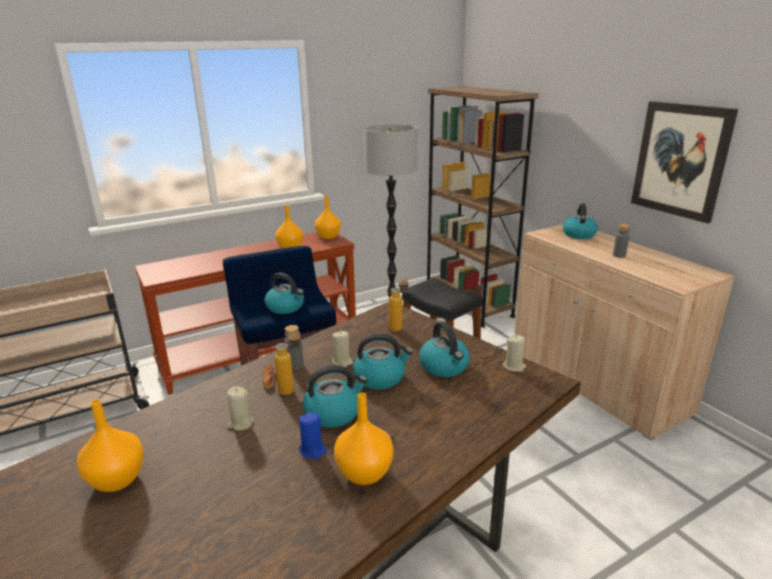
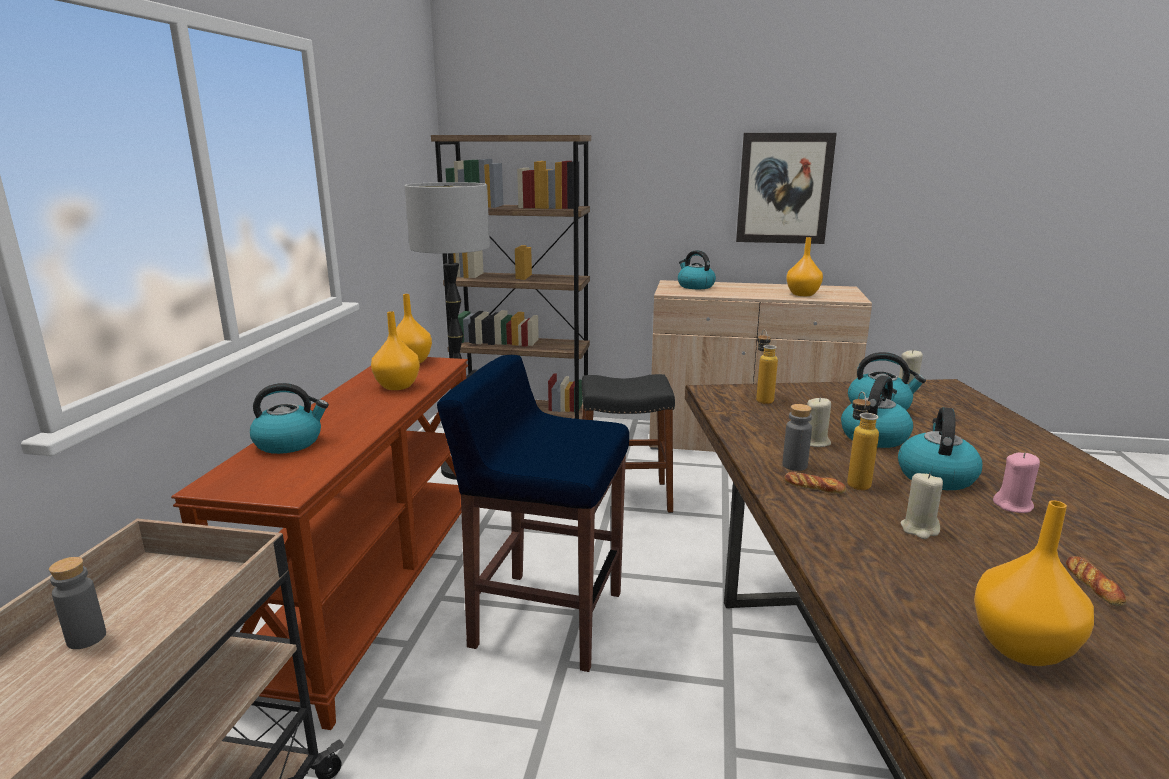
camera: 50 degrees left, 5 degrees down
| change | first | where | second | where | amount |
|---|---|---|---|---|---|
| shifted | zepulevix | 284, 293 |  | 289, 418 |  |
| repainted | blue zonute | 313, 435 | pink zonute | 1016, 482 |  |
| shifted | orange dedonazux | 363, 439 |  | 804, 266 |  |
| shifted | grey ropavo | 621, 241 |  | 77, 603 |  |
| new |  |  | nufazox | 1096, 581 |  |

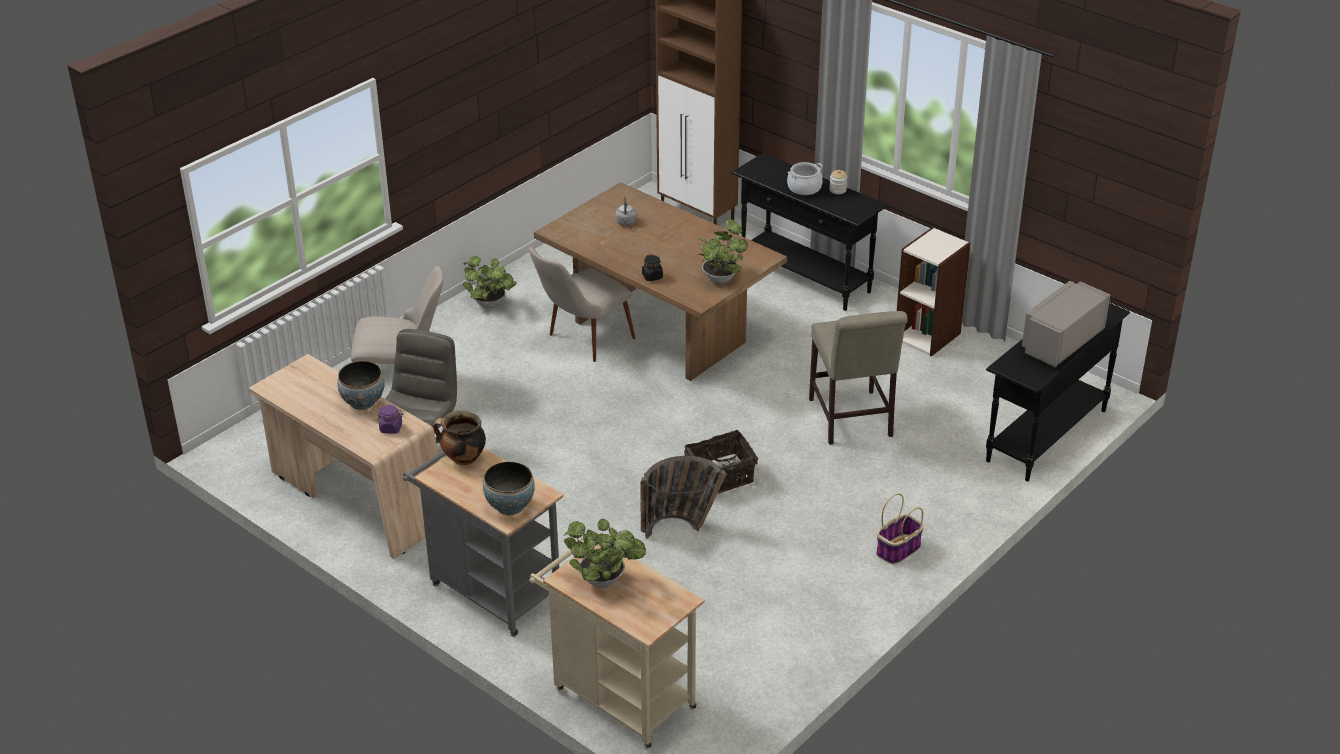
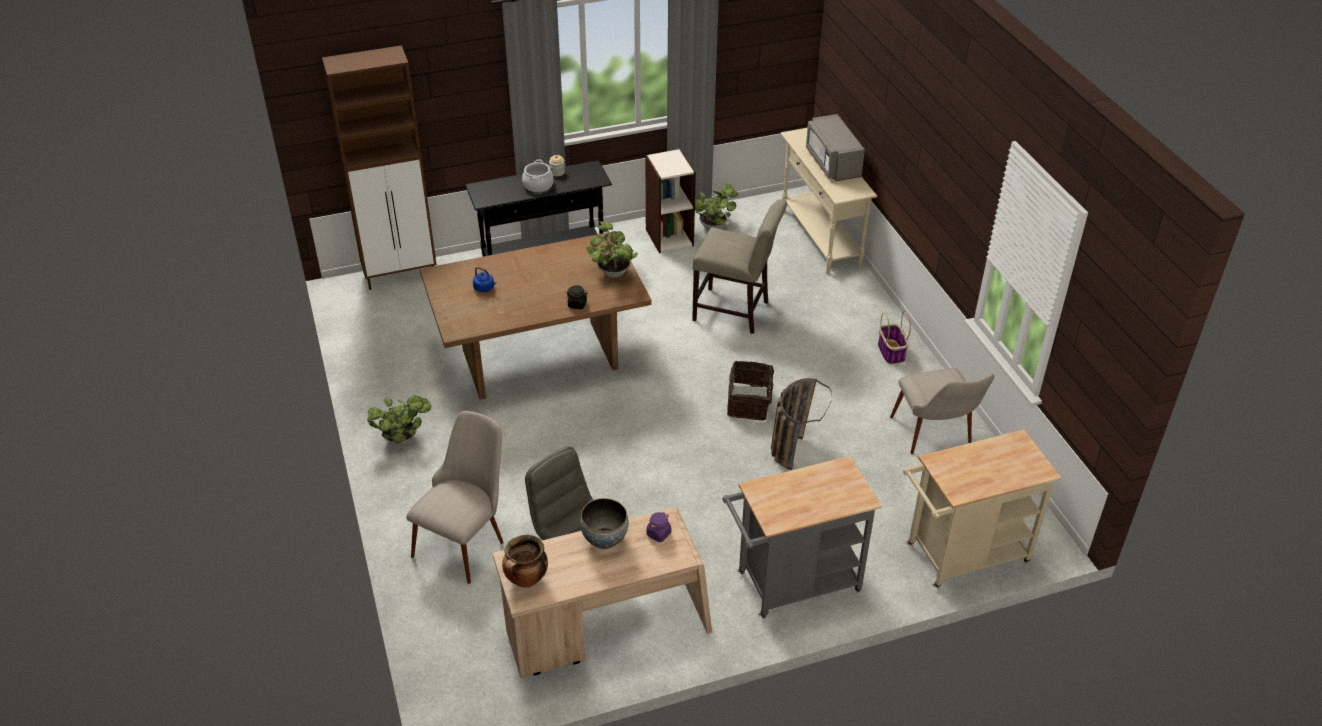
camera: 60 degrees left, 5 degrees up
| change | first | where | second | where | amount |
|---|---|---|---|---|---|
| shifted | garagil | 459, 438 |  | 525, 561 |  |
| gone | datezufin | 509, 488 |  |  |  |
| shifted | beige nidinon | 582, 304 |  | 942, 411 |  |
| shifted | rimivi | 604, 553 |  | 716, 207 |  |
| repainted | grey zepulevix | 626, 211 | blue zepulevix | 484, 279 |  |
| repainted | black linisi | 1058, 392 | beige linisi | 829, 201 |  |

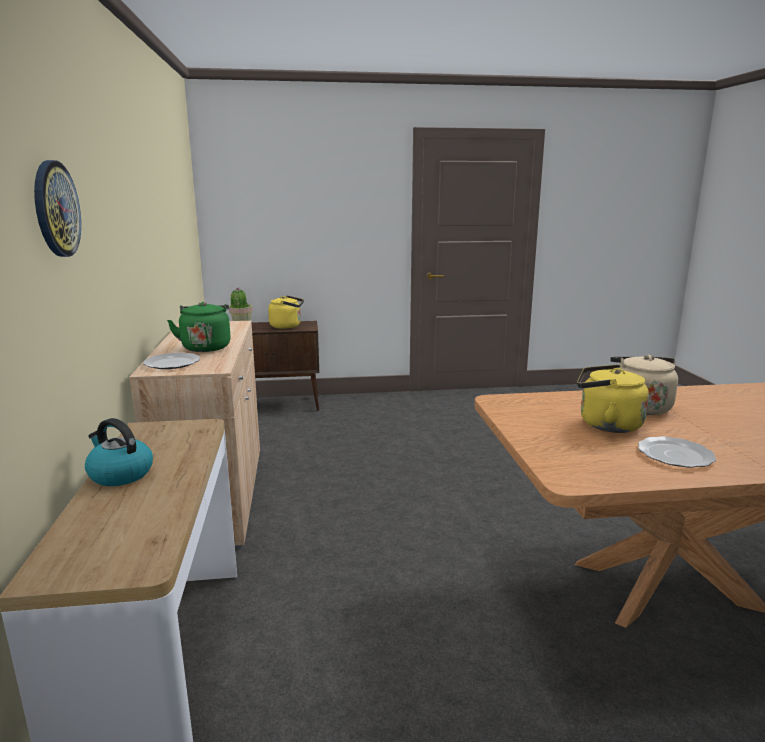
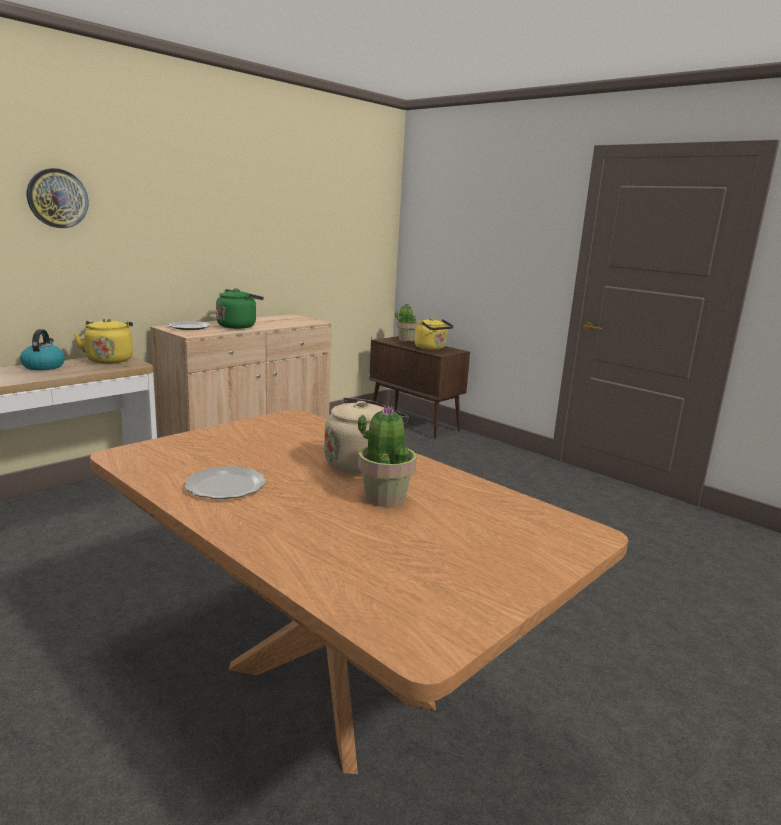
camera: 50 degrees right, 0 degrees up
| change | first | where | second | where | amount |
|---|---|---|---|---|---|
| shifted | yellow zepulevix | 613, 399 |  | 103, 341 |  |
| new |  |  | rimivi | 387, 456 |  |

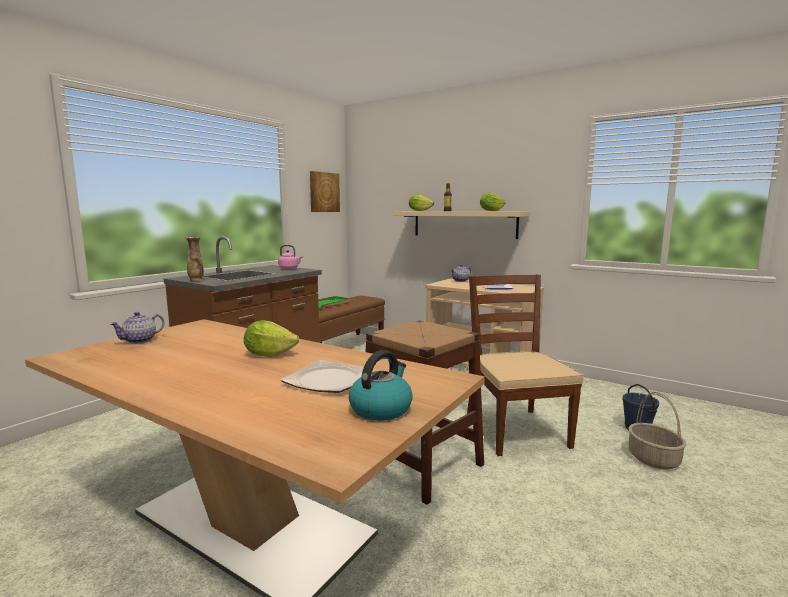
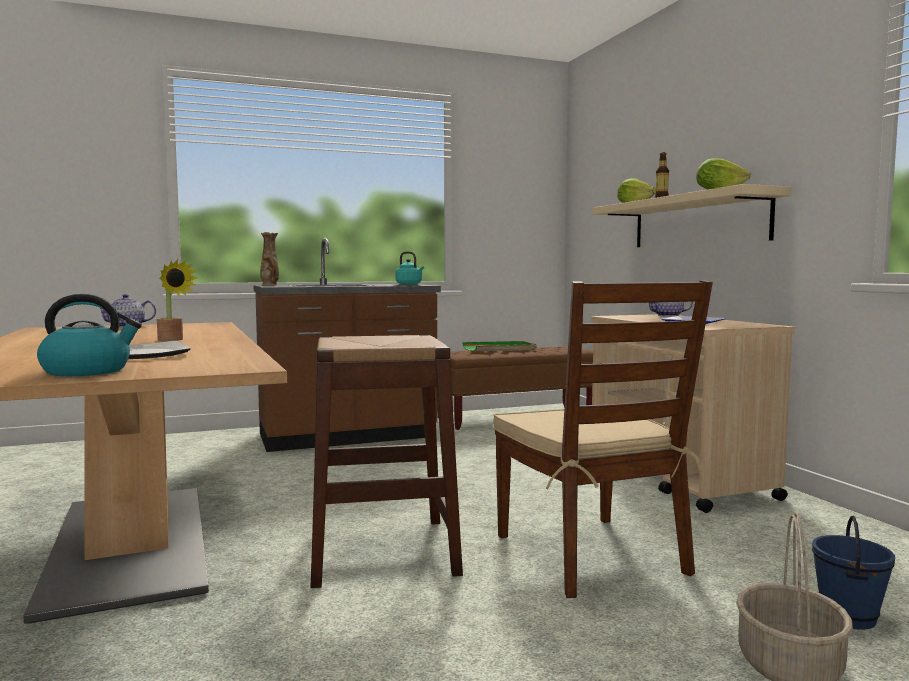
camera: 35 degrees right, 5 degrees down
| change | first | where | second | where | amount |
|---|---|---|---|---|---|
| swapped | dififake | 271, 338 | rimivi | 177, 300 |  |
| repainted | pink zepulevix | 290, 257 | turquoise zepulevix | 410, 268 |  |
| gone | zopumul | 325, 191 |  |  |  |
| rotated | brown nidinon | 523, 365 |  | 603, 439 | 135 degrees clockwise |

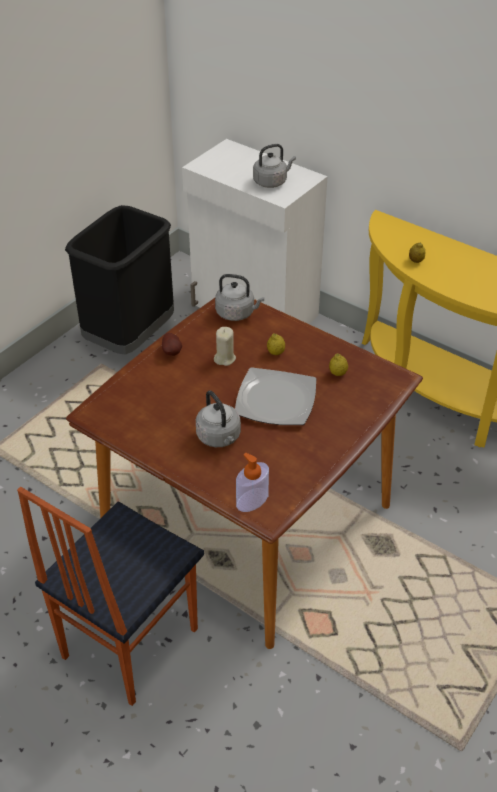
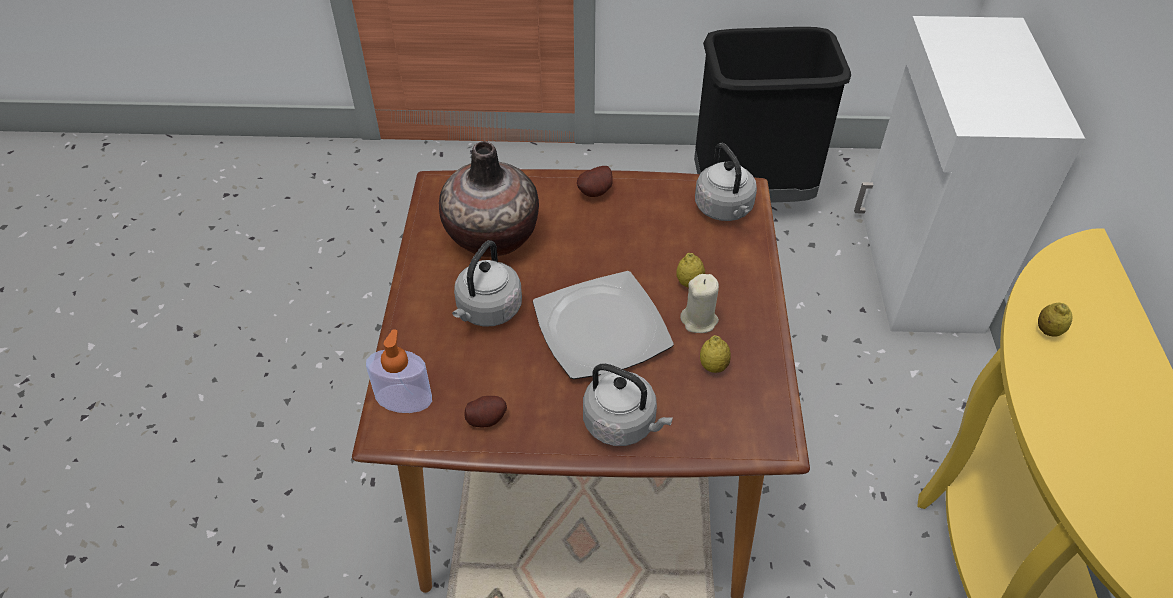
camera: 55 degrees right, 5 degrees up
| change | first | where | second | where | amount |
|---|---|---|---|---|---|
| gone | nidinon | 110, 596 |  |  |  |
| shifted | beige zonute | 225, 346 |  | 699, 303 |  |
| shifted | grey zepulevix | 274, 166 |  | 628, 404 |  |
| new |  |  | dedonazux | 489, 199 |  |
| new |  |  | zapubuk | 486, 412 |  |

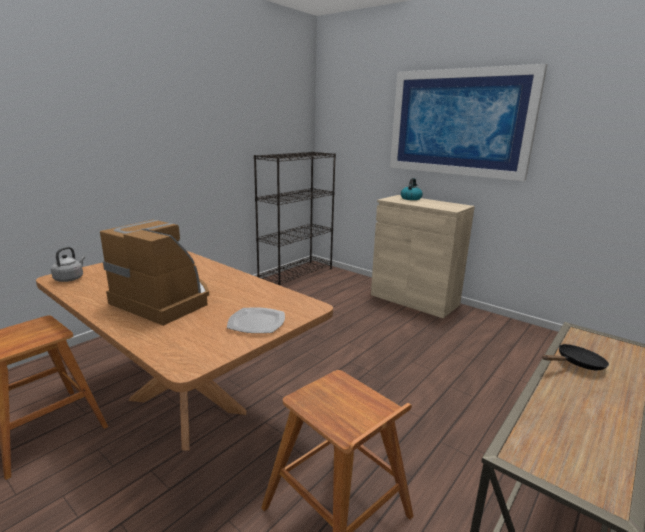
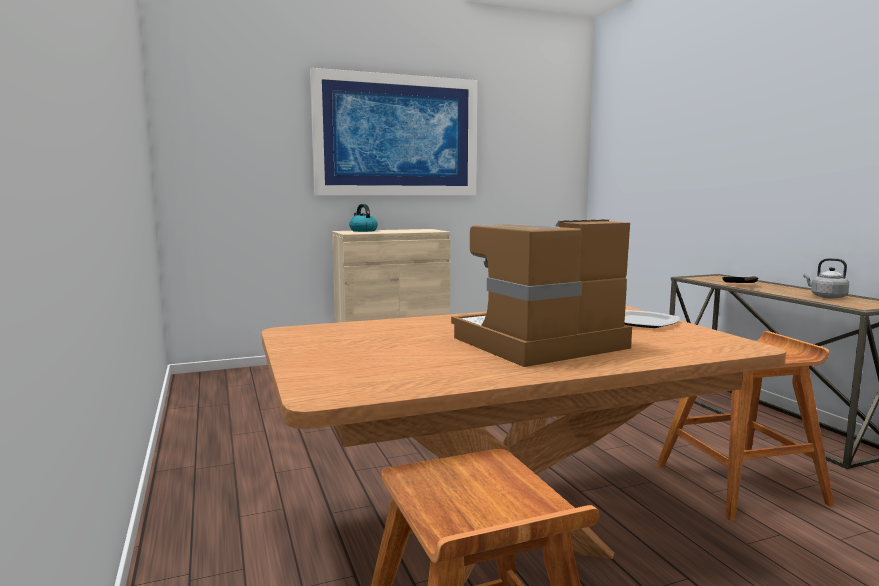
camera: 60 degrees left, 10 degrees down
| change | first | where | second | where | amount |
|---|---|---|---|---|---|
| shifted | grey zepulevix | 68, 264 |  | 826, 278 |  |
| gone | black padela | 295, 218 |  |  |  |

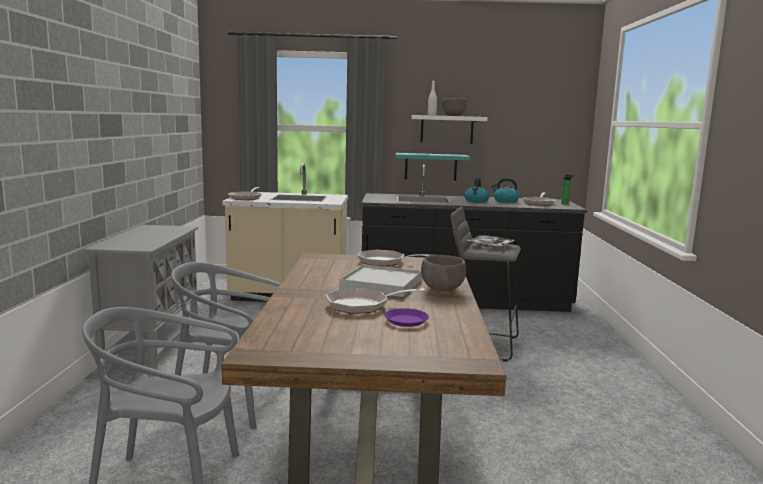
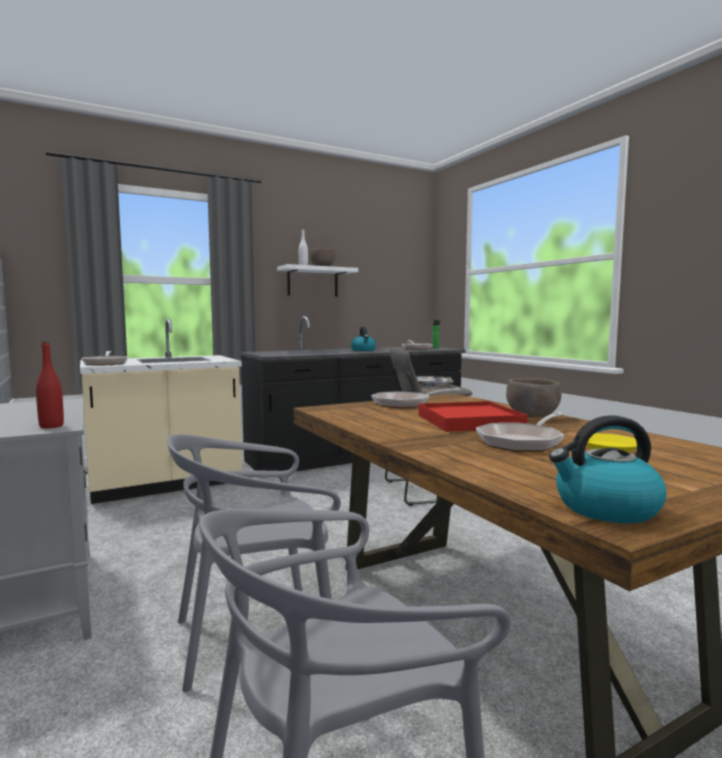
camera: 30 degrees left, 5 degrees down
| change | first | where | second | where | amount |
|---|---|---|---|---|---|
| repainted | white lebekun | 381, 280 | red lebekun | 473, 416 |  |
| repainted | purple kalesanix | 406, 317 | yellow kalesanix | 611, 442 |  |
| gone | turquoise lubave | 433, 167 |  |  |  |
| shifted | zepulevix | 505, 190 |  | 608, 469 |  |
| new |  |  | red ropavo | 50, 385 |  |

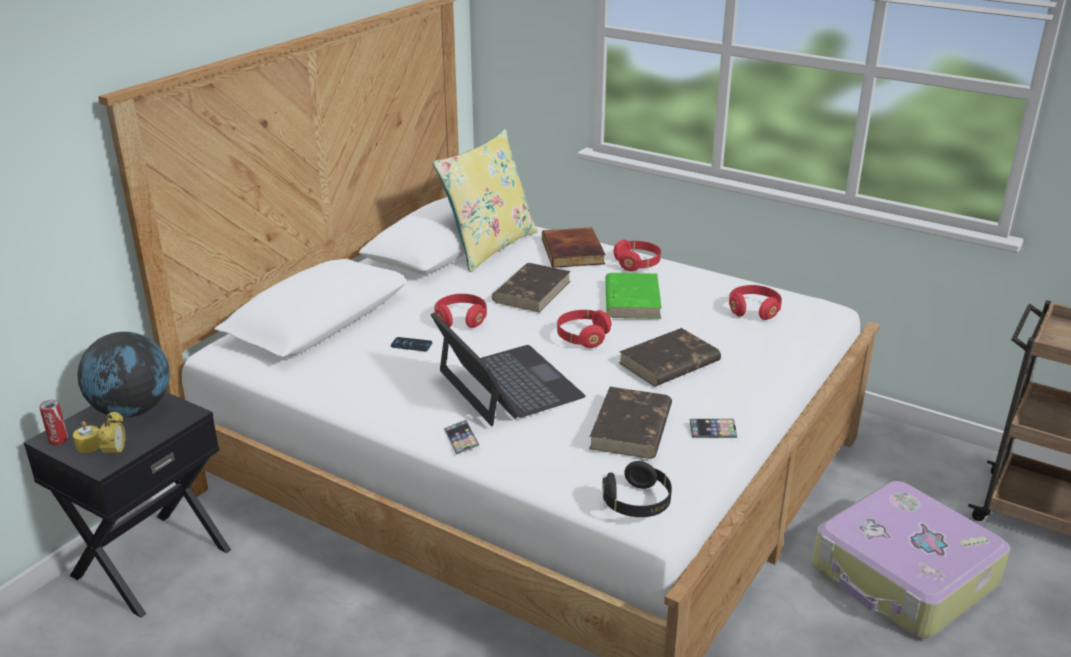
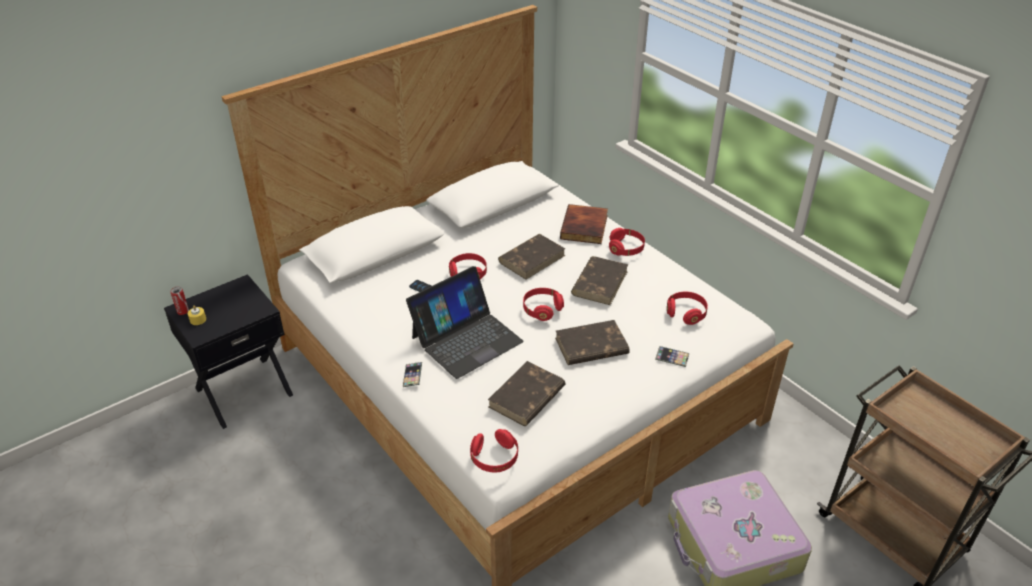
camera: 20 degrees right, 10 degrees up
| change | first | where | second | where | amount |
|---|---|---|---|---|---|
| gone | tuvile | 124, 375 |  |  |  |
| gone | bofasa | 110, 435 |  |  |  |
| rotated | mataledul | 508, 369 |  | 465, 322 | 60 degrees clockwise |
| gone | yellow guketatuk | 485, 200 |  |  |  |
| repainted | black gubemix | 637, 489 | red gubemix | 494, 451 |  |
| repainted | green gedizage | 633, 296 | brown gedizage | 599, 280 |  |
| shifted | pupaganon | 713, 428 |  | 672, 356 |  |

